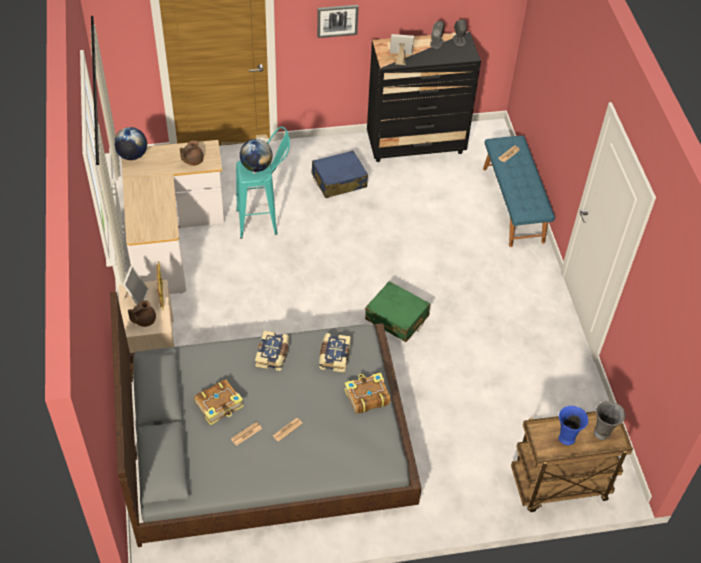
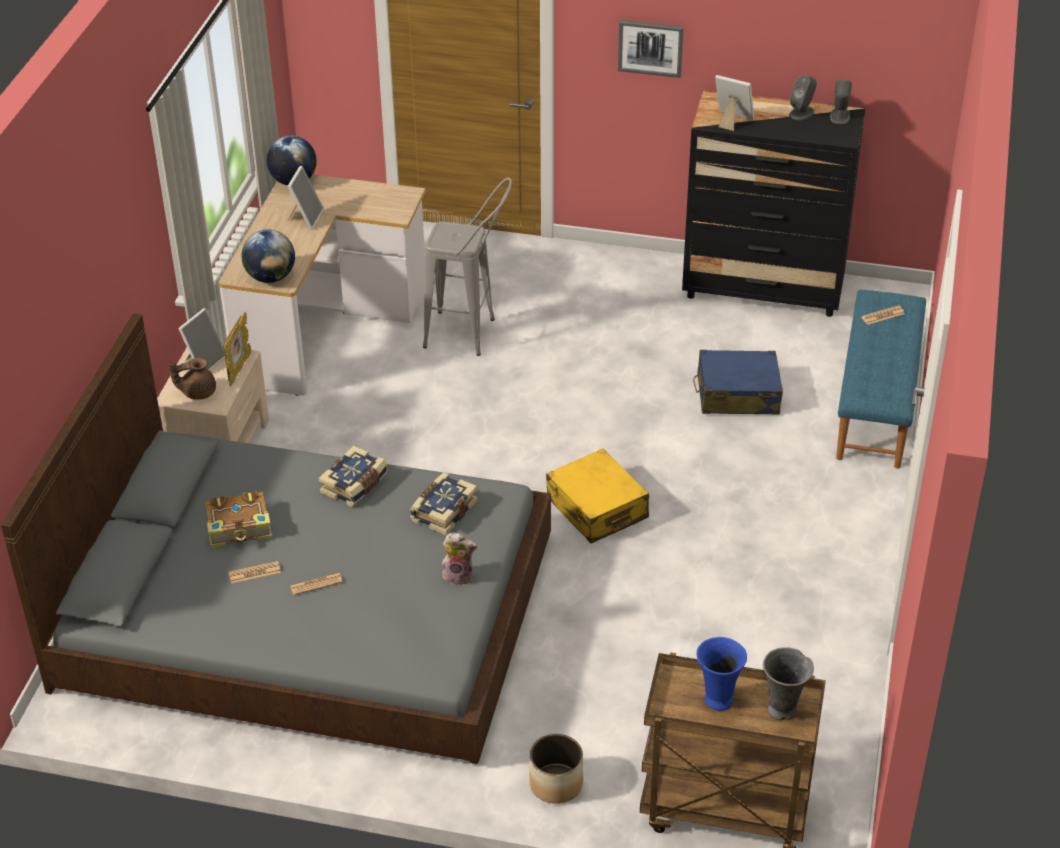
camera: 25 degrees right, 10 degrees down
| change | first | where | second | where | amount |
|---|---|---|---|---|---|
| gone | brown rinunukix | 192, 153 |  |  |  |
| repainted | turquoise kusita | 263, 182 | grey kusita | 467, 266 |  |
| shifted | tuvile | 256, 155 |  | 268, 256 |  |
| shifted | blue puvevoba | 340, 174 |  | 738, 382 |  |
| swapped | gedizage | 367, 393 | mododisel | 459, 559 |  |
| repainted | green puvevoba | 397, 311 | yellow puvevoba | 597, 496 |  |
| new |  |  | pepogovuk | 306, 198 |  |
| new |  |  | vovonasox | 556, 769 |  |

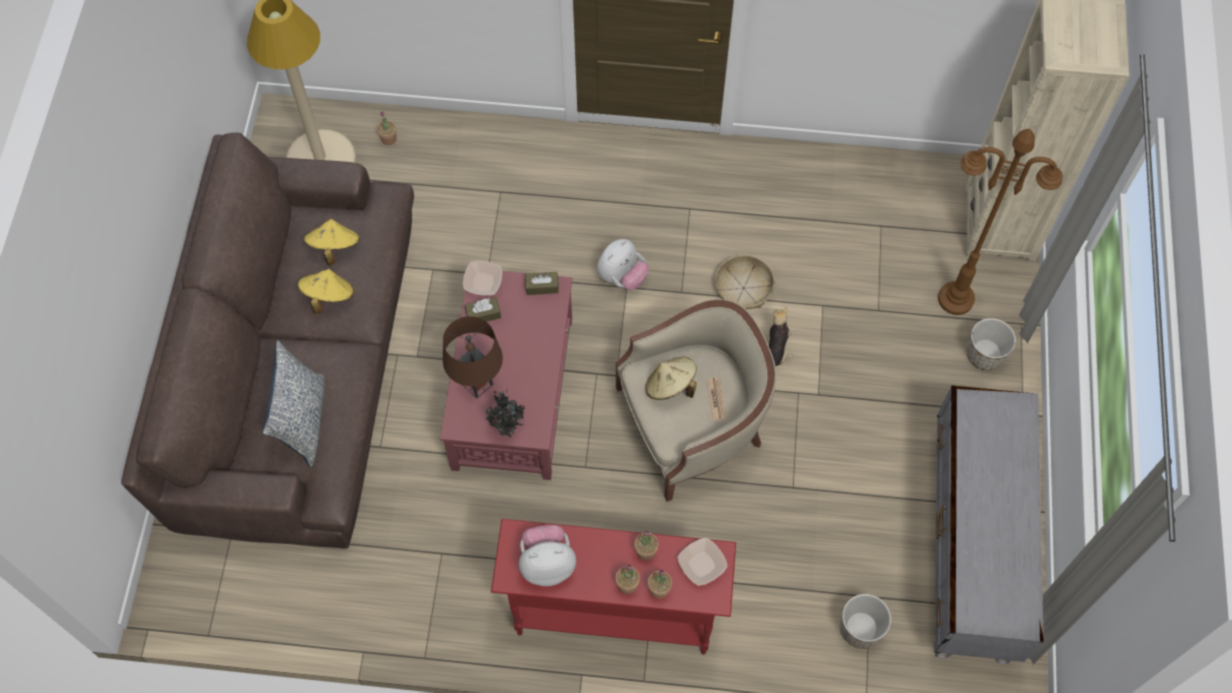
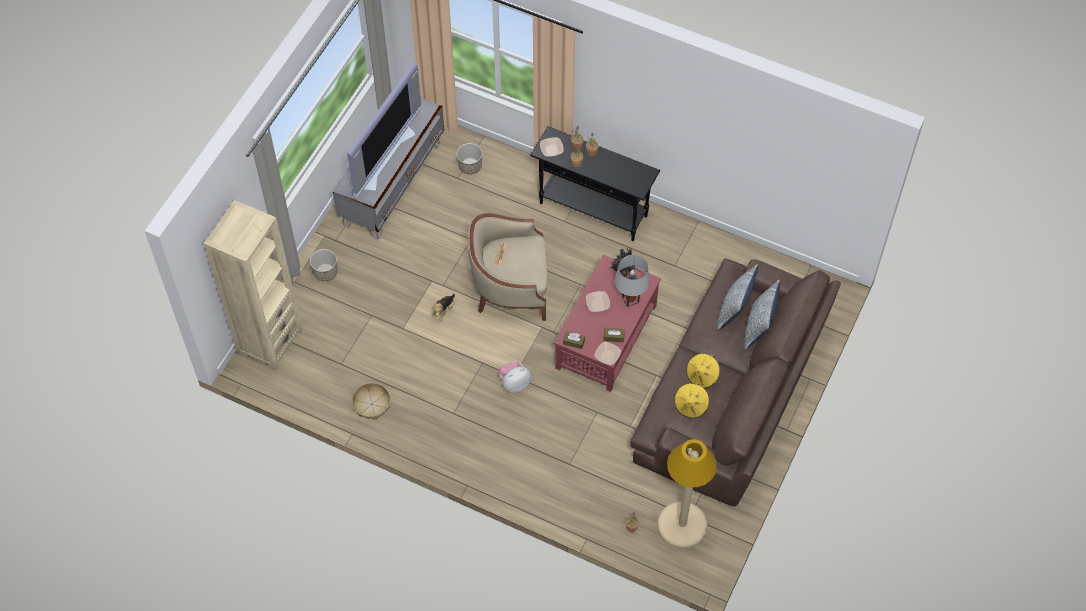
camera: 160 degrees left, 5 degrees down
| change | first | where | second | where | amount |
|---|---|---|---|---|---|
| repainted | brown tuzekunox | 473, 357 | grey tuzekunox | 632, 281 |  |
| repainted | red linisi | 613, 586 | black linisi | 595, 183 |  |
| gone | mododisel | 547, 555 |  |  |  |
| gone | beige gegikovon | 671, 378 |  |  |  |
| shifted | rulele | 745, 282 |  | 371, 401 |  |
| gone | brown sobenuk | 1000, 222 |  |  |  |
| new |  |  | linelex | 384, 130 |  |
| new |  |  | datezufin | 598, 301 |  |
| new |  |  | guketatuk | 762, 314 |  |

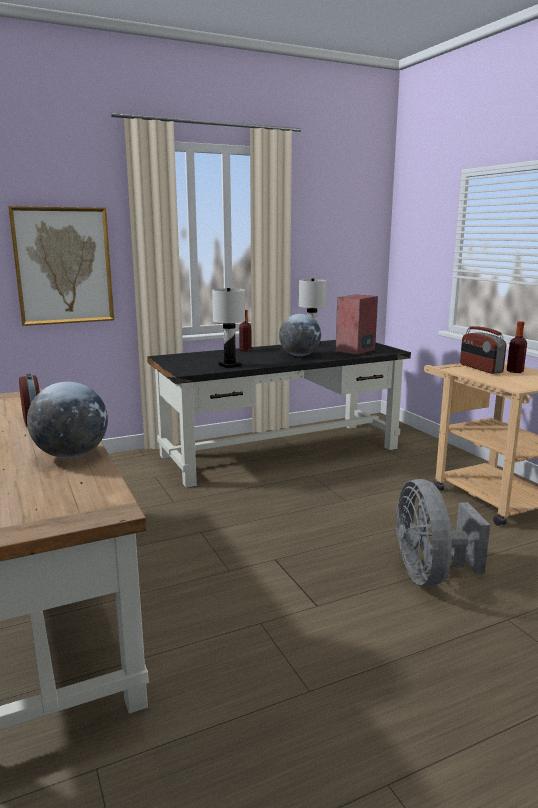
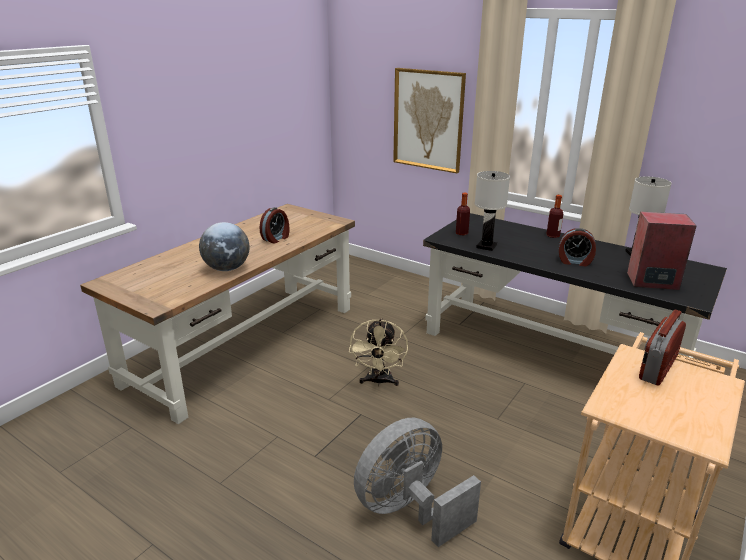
camera: 60 degrees right, 10 degrees up
| change | first | where | second | where | amount |
|---|---|---|---|---|---|
| swapped | tuvile | 300, 335 | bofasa | 577, 247 |  |
| shifted | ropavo | 517, 347 |  | 463, 214 |  |
| new |  |  | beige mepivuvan | 378, 352 |  |

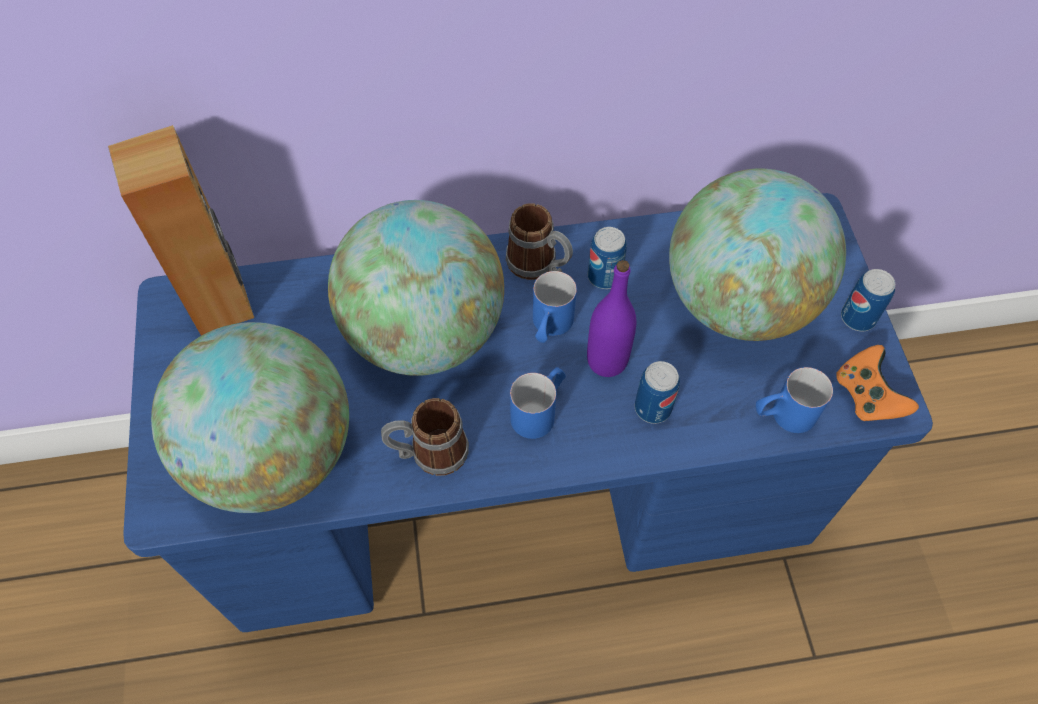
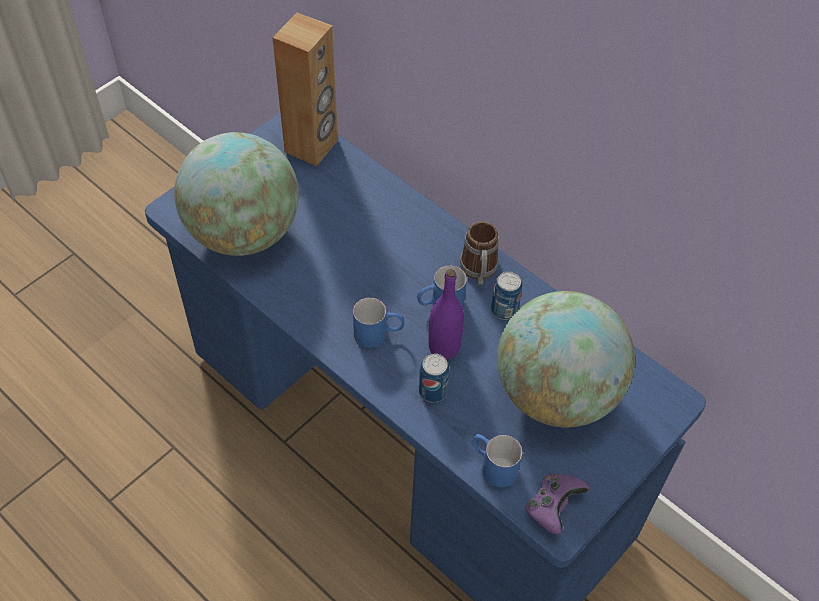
camera: 50 degrees right, 5 degrees down
| change | first | where | second | where | amount |
|---|---|---|---|---|---|
| gone | tuvile | 416, 288 |  |  |  |
| gone | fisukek | 425, 437 |  |  |  |
| repainted | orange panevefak | 877, 383 | purple panevefak | 557, 504 |  |
| gone | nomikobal | 868, 300 |  |  |  |

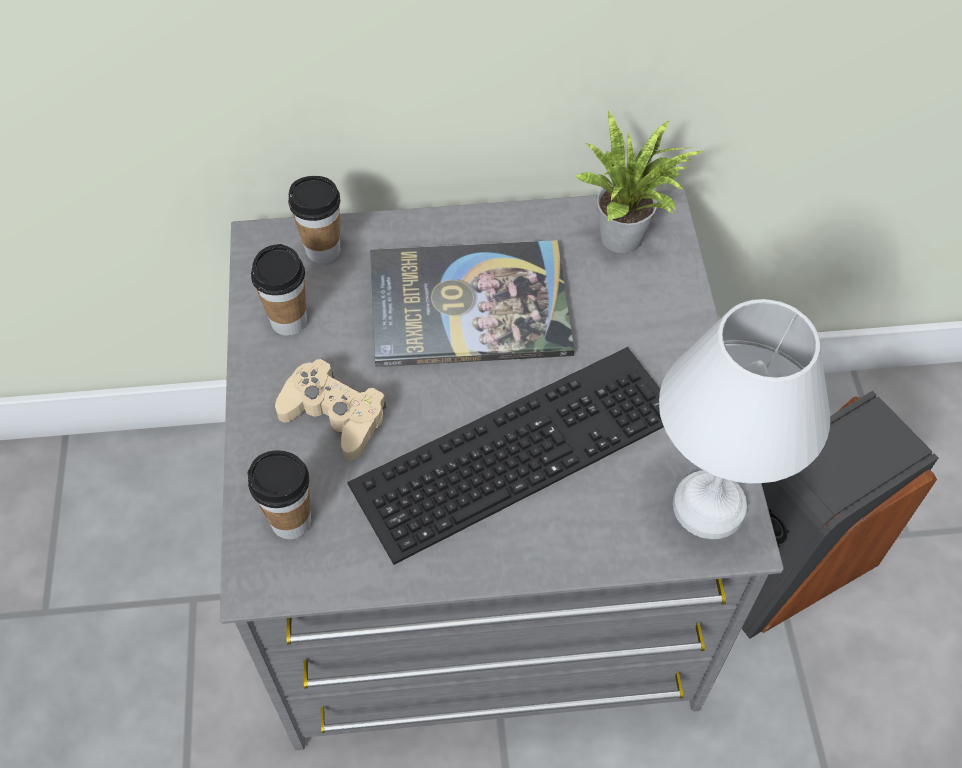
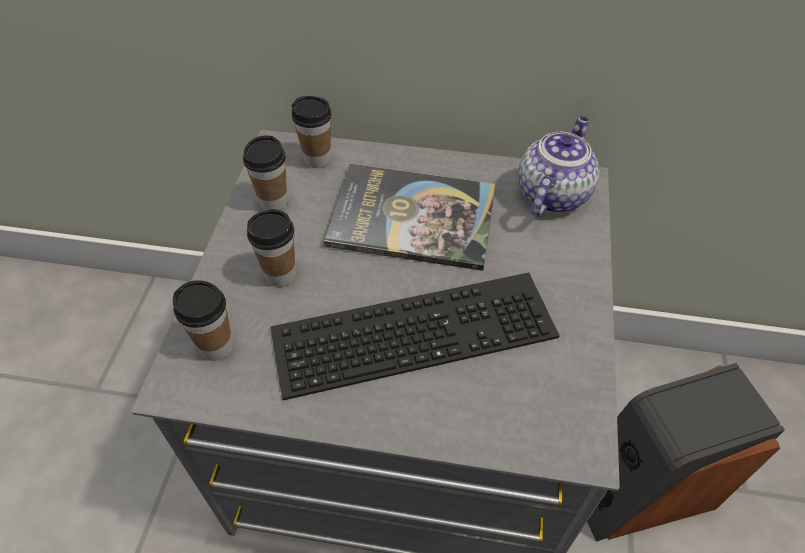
camera: 15 degrees right, 5 degrees down
| change | first | where | second | where | amount |
|---|---|---|---|---|---|
| swapped | beige panevefak | 330, 409 | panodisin | 271, 248 |  |
| swapped | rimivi | 638, 181 | rinunukix | 558, 166 |  |
| gone | white tuzekunox | 744, 419 |  |  |  |

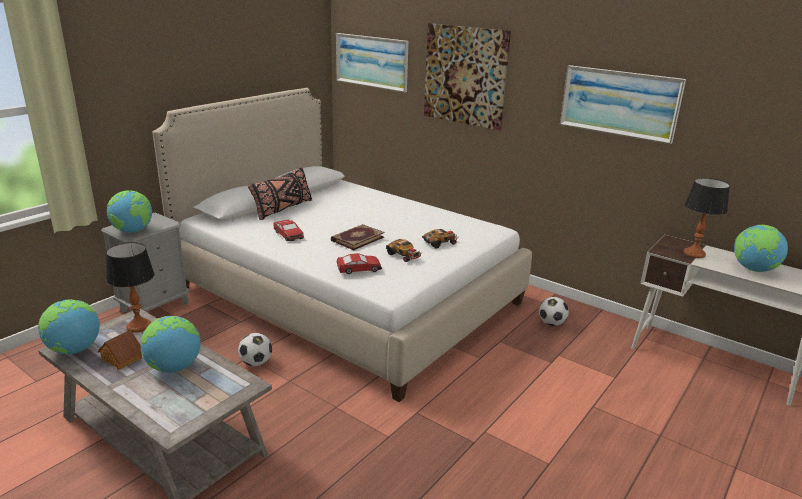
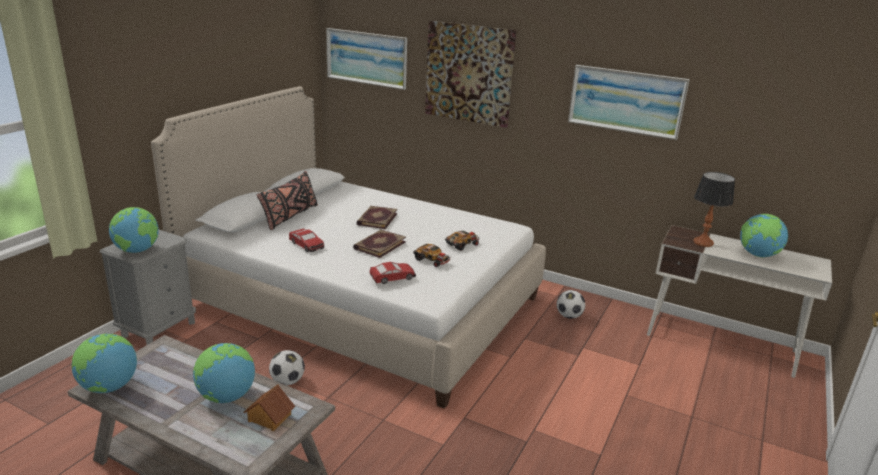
camera: 10 degrees left, 0 degrees up
| change | first | where | second | where | amount |
|---|---|---|---|---|---|
| shifted | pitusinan | 120, 350 |  | 269, 408 |  |
| gone | tuzekunox | 130, 287 |  |  |  |
| new |  |  | gedizage | 377, 217 |  |

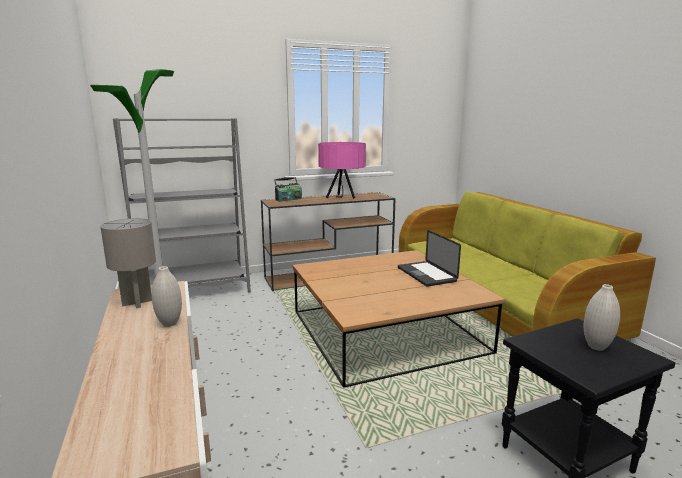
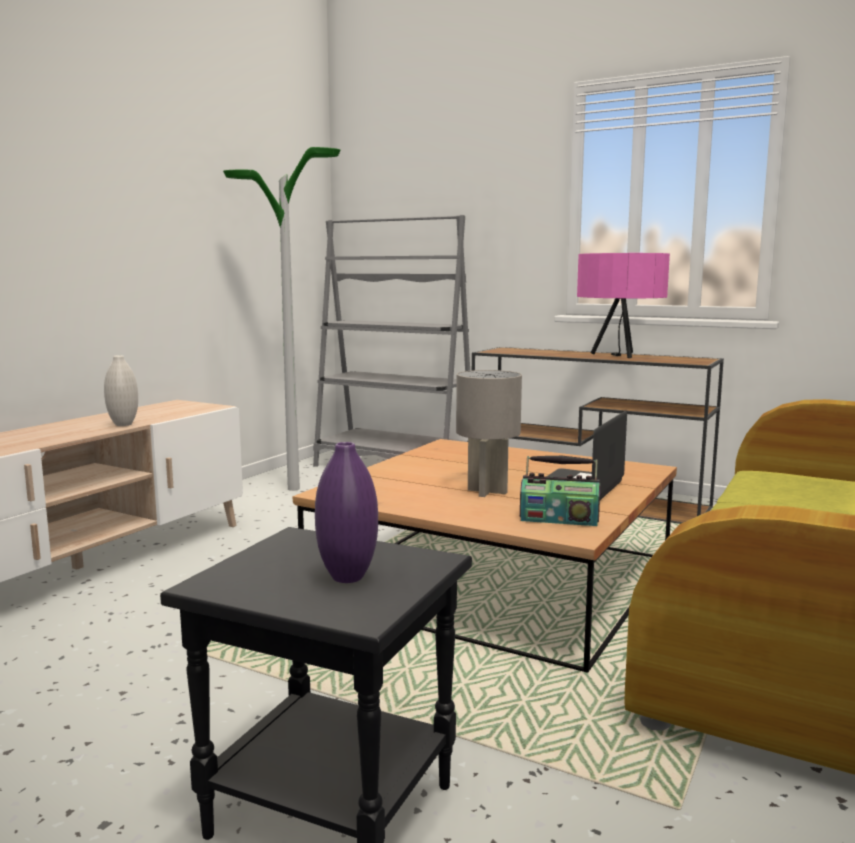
camera: 50 degrees right, 5 degrees down
| change | first | where | second | where | amount |
|---|---|---|---|---|---|
| shifted | grey tuzekunox | 128, 263 |  | 489, 433 |  |
| shifted | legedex | 288, 189 |  | 560, 491 |  |
| repainted | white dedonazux | 602, 317 | purple dedonazux | 346, 512 |  |

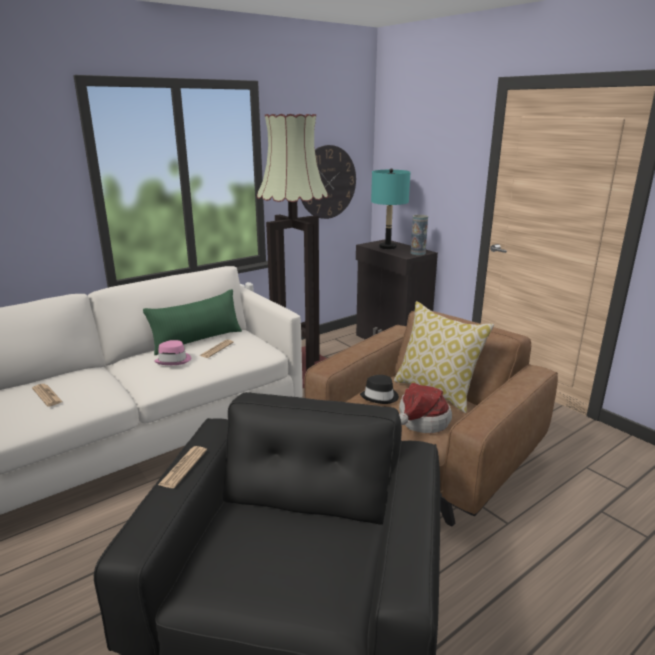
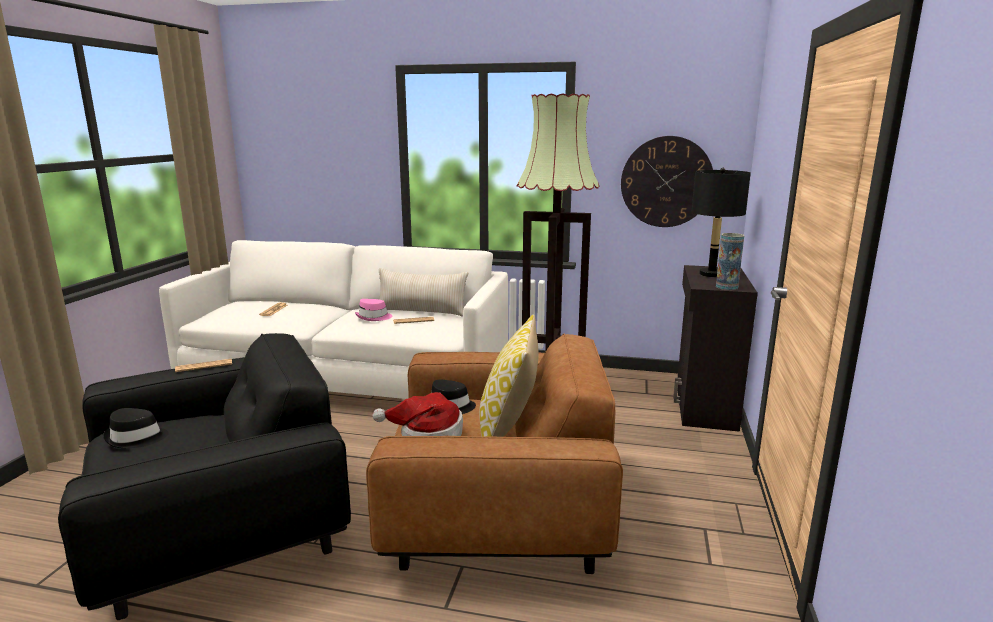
camera: 50 degrees right, 5 degrees down
| change | first | where | second | where | amount |
|---|---|---|---|---|---|
| repainted | green guketatuk | 192, 322 | beige guketatuk | 423, 292 |  |
| repainted | turquoise tuzekunox | 390, 208 | black tuzekunox | 721, 222 |  |
| new |  |  | black gegikovon | 136, 428 |  |

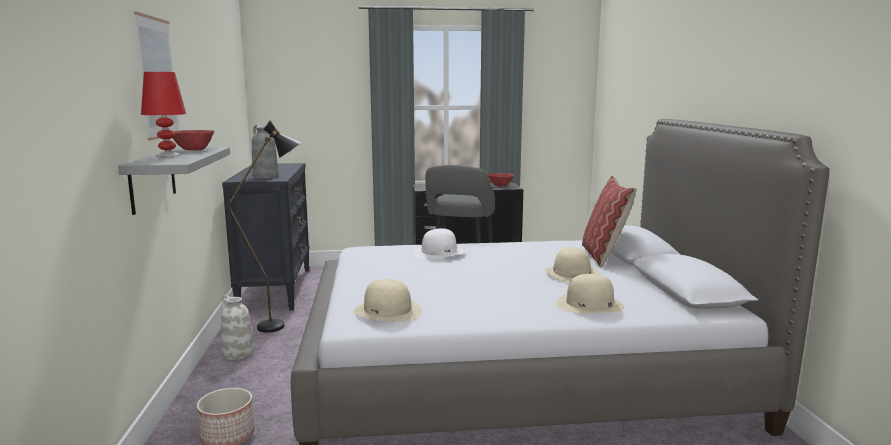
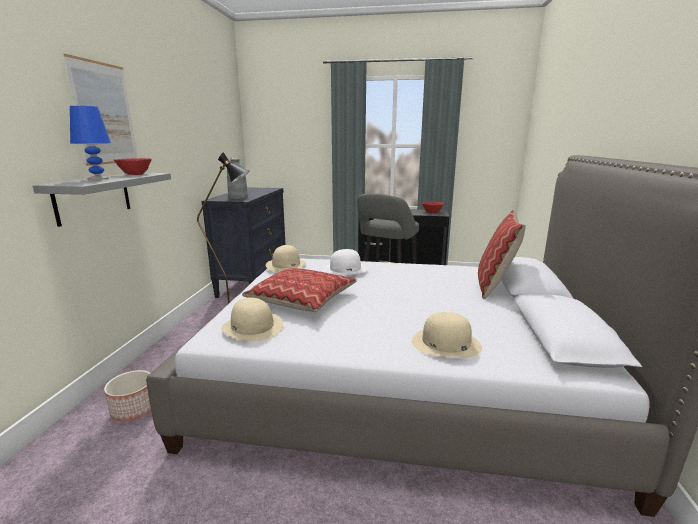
camera: 15 degrees right, 5 degrees up
| change | first | where | second | where | amount |
|---|---|---|---|---|---|
| repainted | red tuzekunox | 163, 114 | blue tuzekunox | 90, 143 |  |
| gone | white dedonazux | 237, 327 |  |  |  |
| shifted | beige gegikovon | 572, 265 |  | 286, 258 |  |
| new |  |  | guketatuk | 299, 290 |  |

